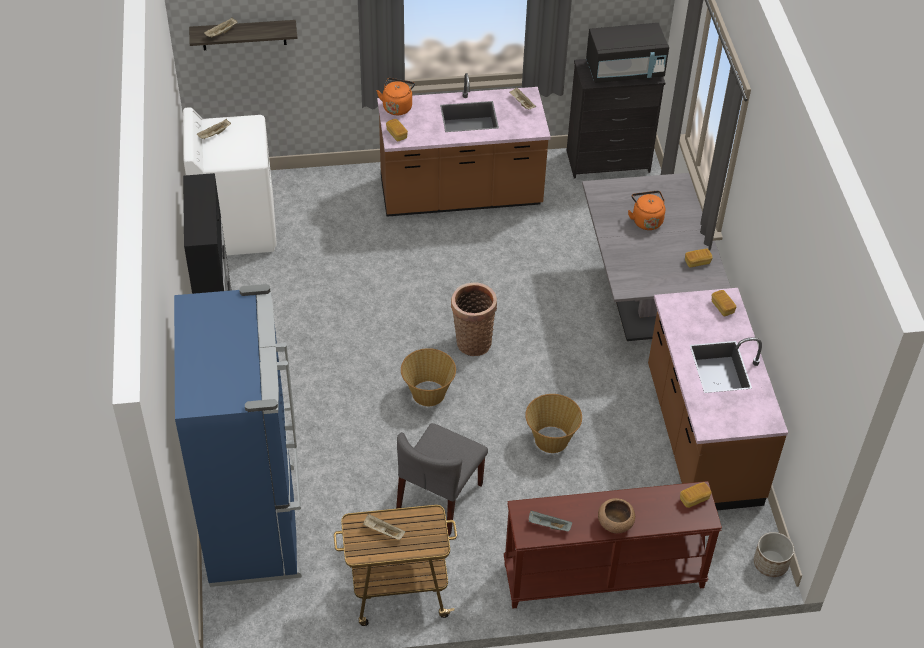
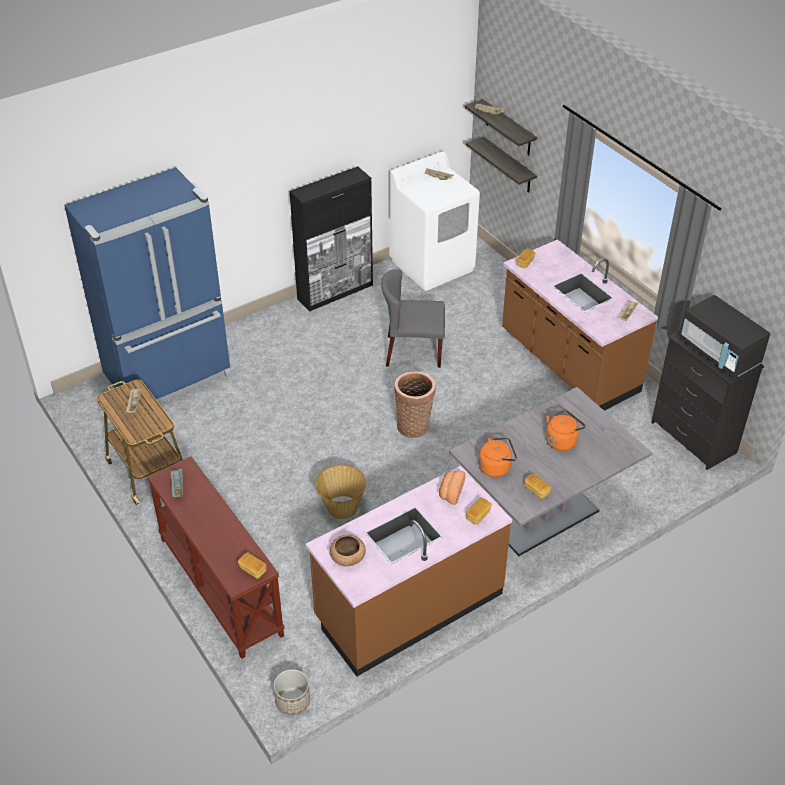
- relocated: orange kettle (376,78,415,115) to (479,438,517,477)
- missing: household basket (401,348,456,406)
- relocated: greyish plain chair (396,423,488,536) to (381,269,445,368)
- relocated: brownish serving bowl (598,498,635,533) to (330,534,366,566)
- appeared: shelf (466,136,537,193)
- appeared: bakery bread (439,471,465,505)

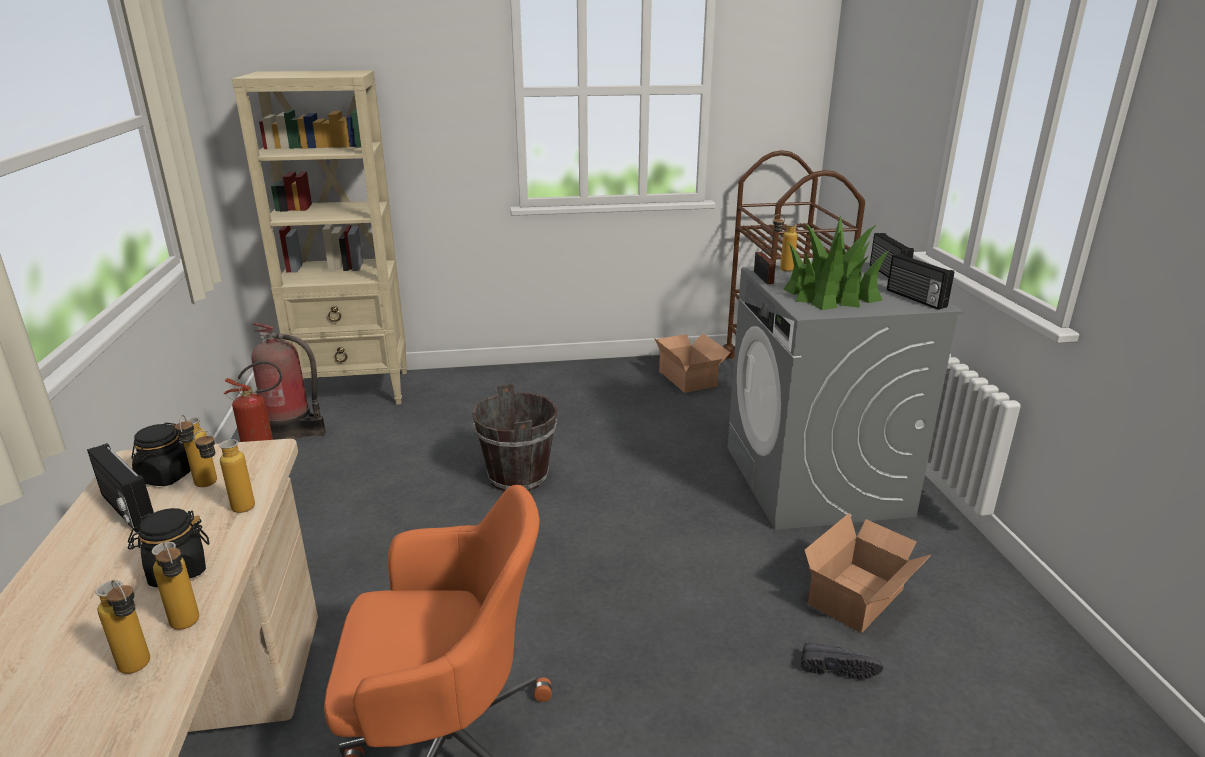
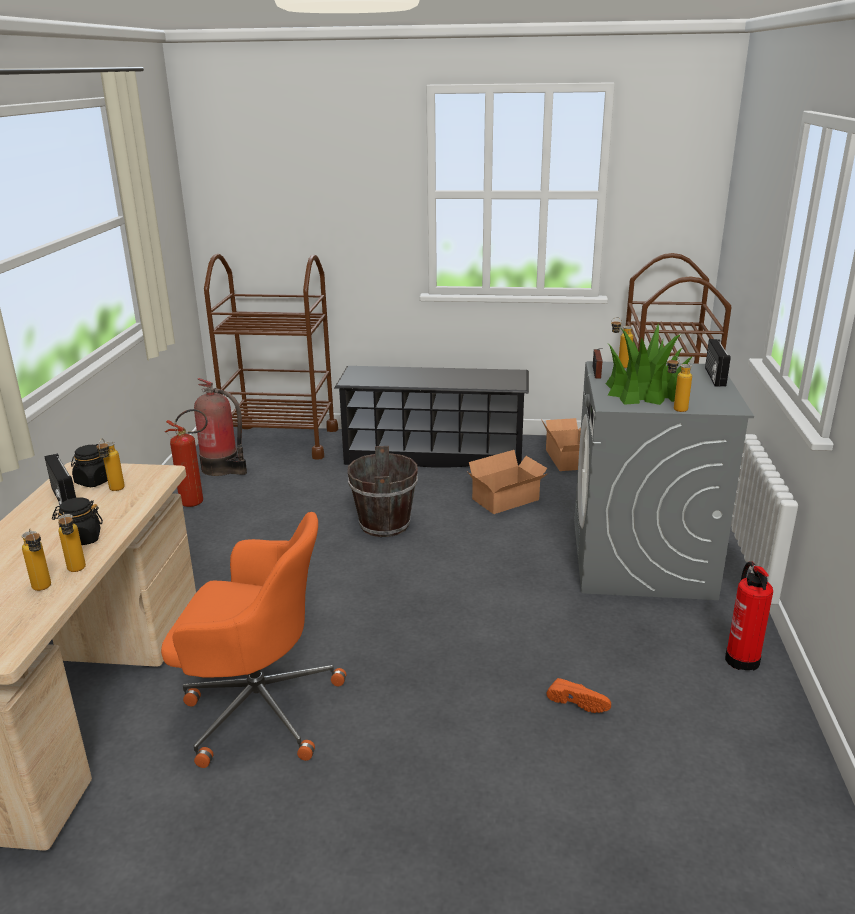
- exchanged: beige-coloured bookcase (232,70,407,405) to brownish wheeled cart (204,254,338,460)
- missing: radio receiver (887,254,954,310)
- relocated: beverage bottle (193,430,255,513) to (667,355,692,412)
- relocated: carton (804,513,932,633) to (468,450,549,514)
- colour: black-coloured low shoe (801,642,883,680) to orange low shoe (547,678,611,713)
- appeared: black-coloured shoe stand (334,366,529,467)
- appeared: fire extinguisher (725,561,773,670)

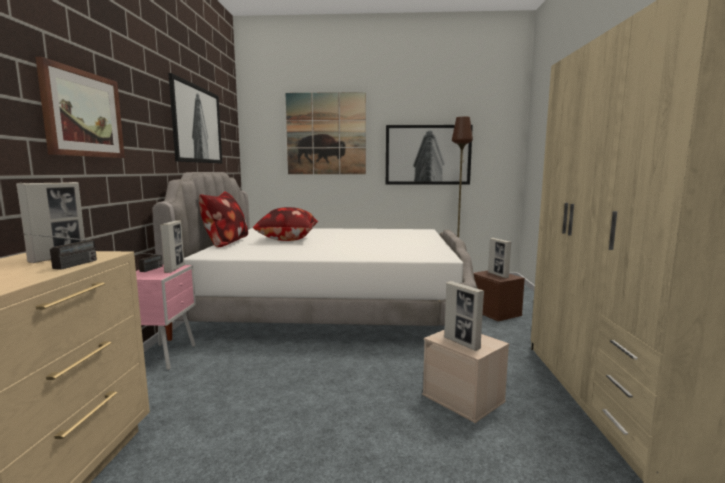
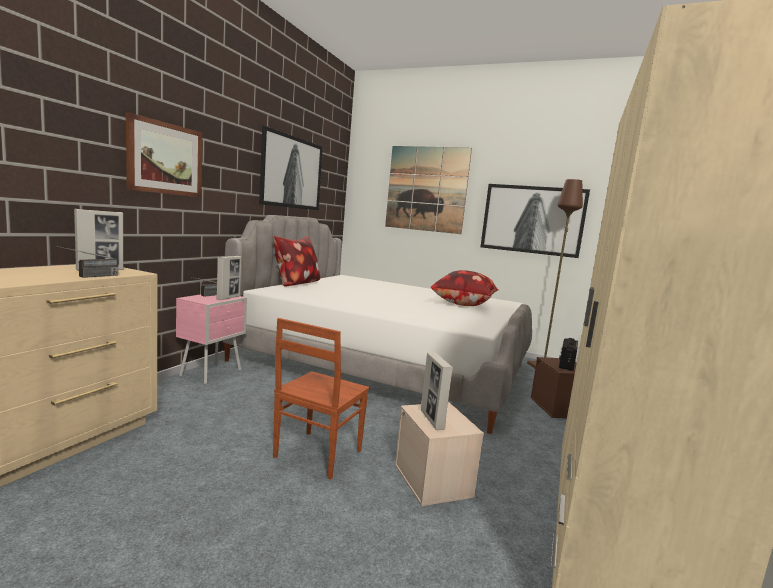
- relocated: pillow (253,207,319,241) to (431,270,498,306)
- exchanged: picture frame (488,238,511,278) to radio receiver (559,338,578,371)
- appeared: brownish plain chair (273,318,369,480)

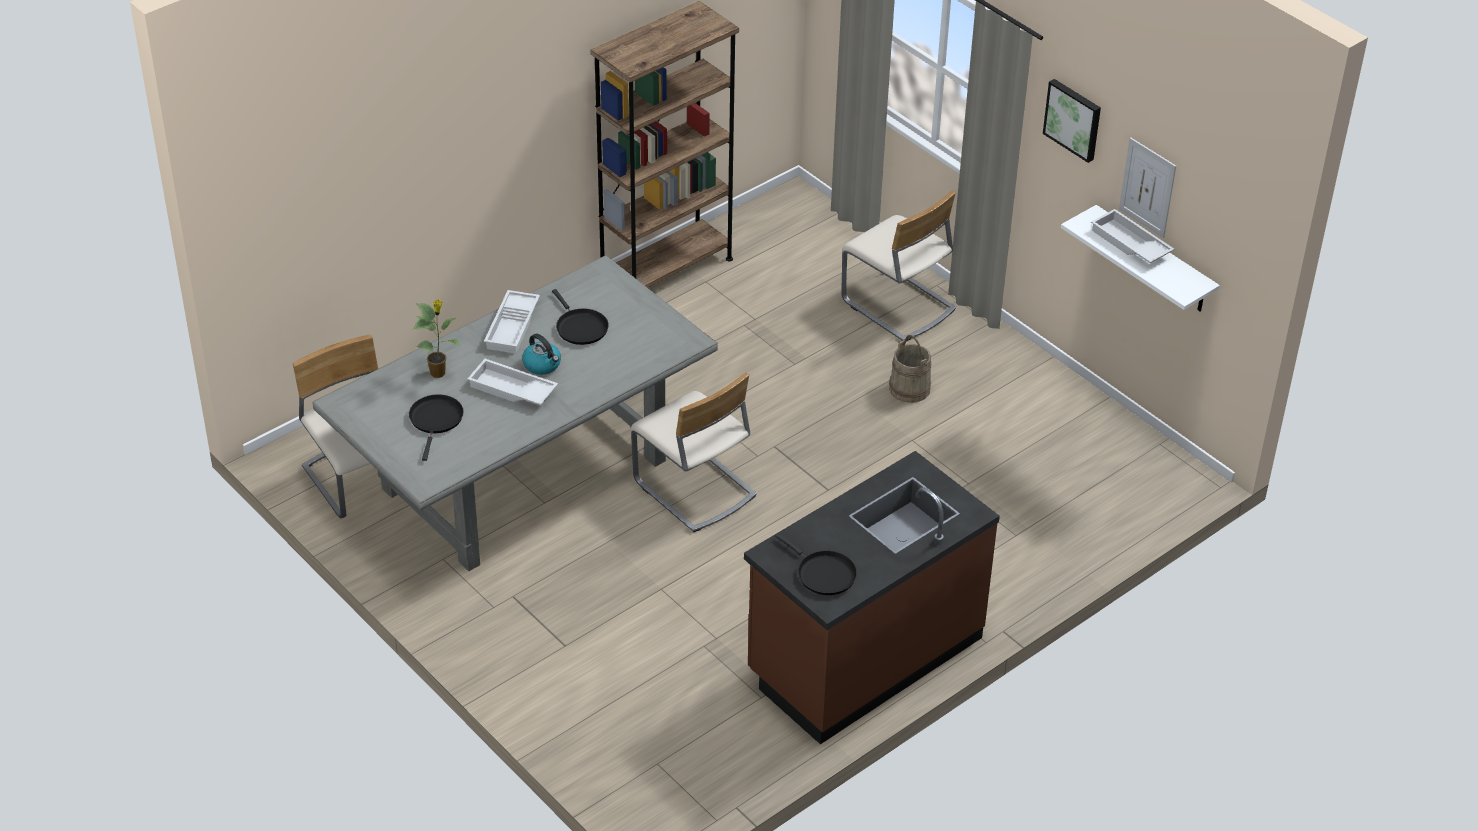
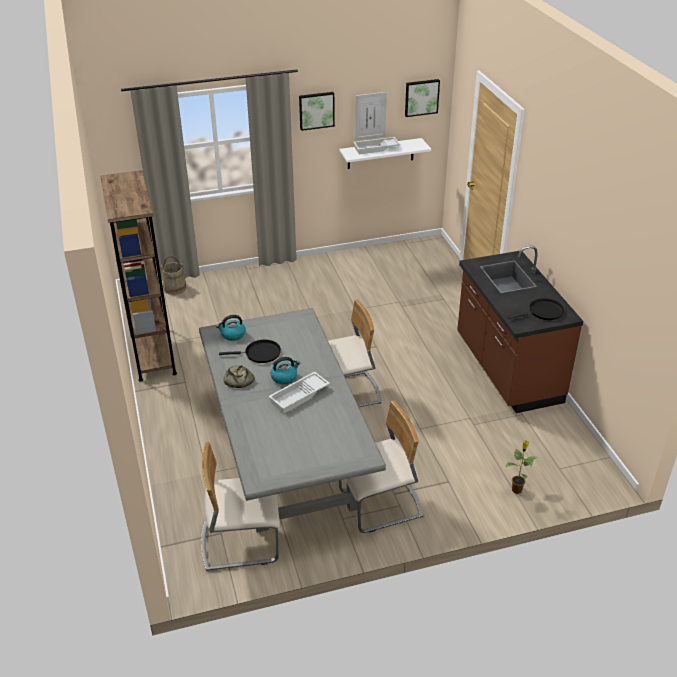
- relocated: beige-coloured plain chair (841,190,956,341) to (339,400,424,533)
- exchanged: white serving tray (484,290,540,354) to bakery bread (224,365,255,388)
- relocated: houseplant (413,300,459,378) to (506,440,537,494)
- relocated: beige-coloured pail (889,335,931,403) to (160,256,186,295)
- missing: black-coloured pan (409,394,464,461)
- appeared: wall art (405,79,440,117)
- appeared: kettle (216,315,246,341)

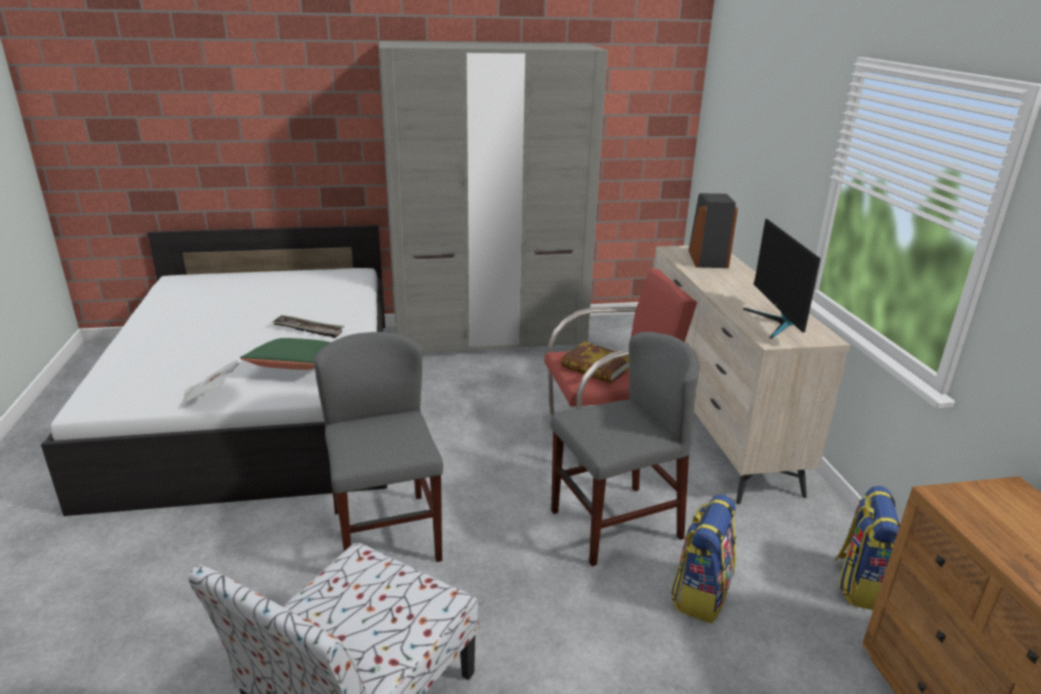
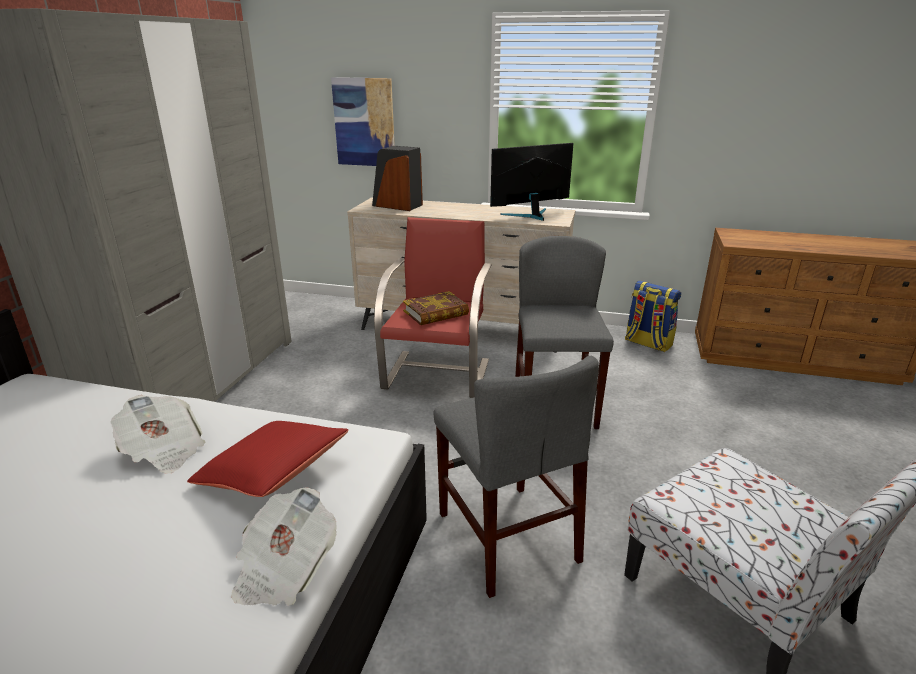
- spun: computer display (743,219,821,339) = (490,143,573,221) 135 degrees clockwise
- exchanged: serving tray (271,315,345,338) to printed paper (110,395,206,474)
- spun: greyish plain chair (314,332,443,562) = (434,356,599,598) 120 degrees counterclockwise
- colour: green-coloured pillow (240,338,331,370) to red pillow (187,421,349,497)
- missing: rucksack (671,495,736,623)
- appeared: wall art (331,77,395,166)

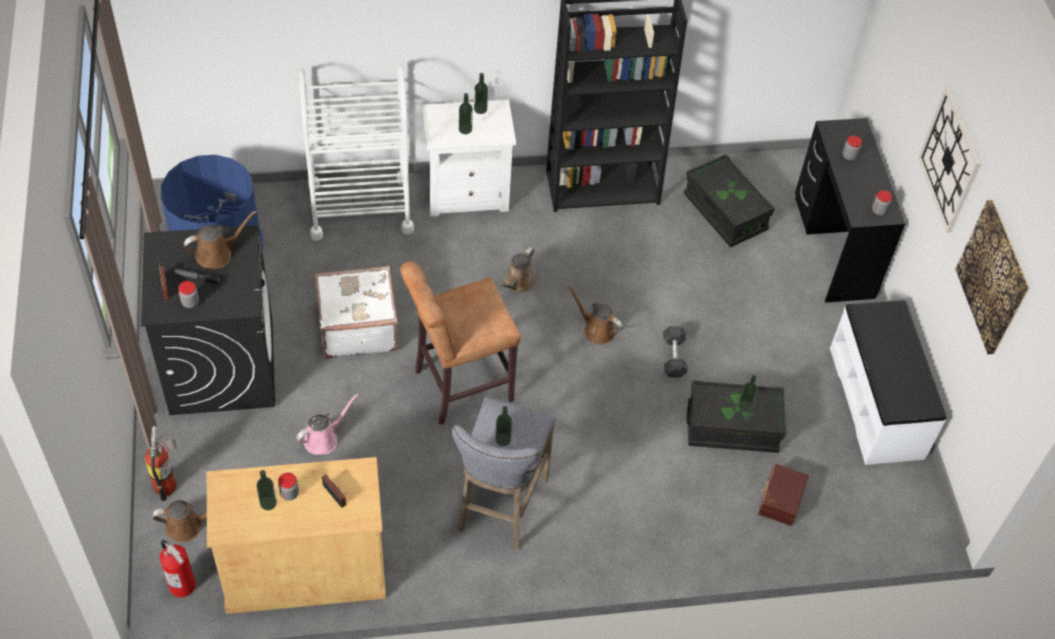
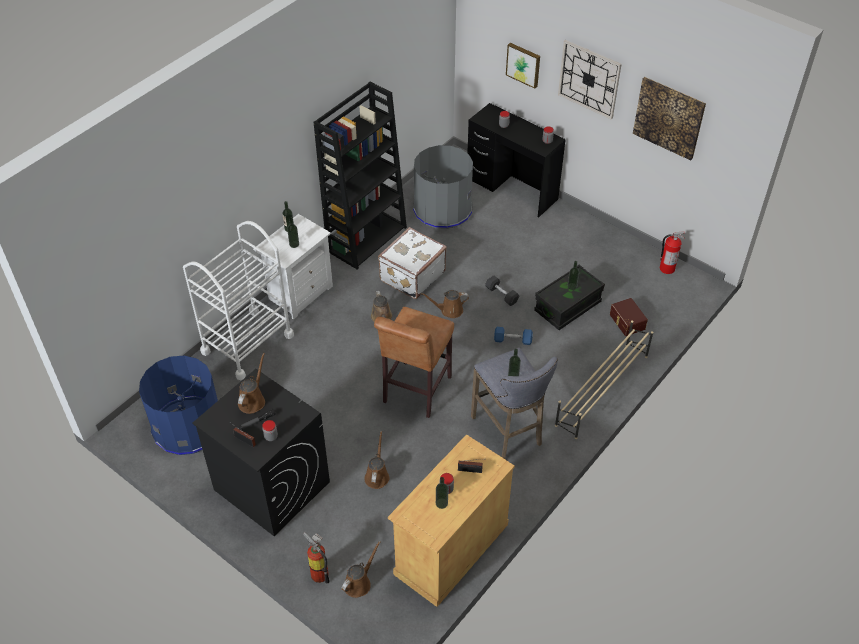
- exchanged: black-coloured storage box (684,154,775,247) to greyish waste bin (413,145,473,229)
- relocated: white piece of luggage (314,266,398,359) to (378,227,447,299)
- missing: white bench (830,300,946,465)
- colour: pink-coloured sprinkling can (297,394,358,455) to brownish sprinkling can (364,431,389,489)
- relocated: fire extinguisher (160,540,196,597) to (660,231,685,274)
- appeared: wall art (506,43,540,89)
- appeared: beige-coloured shoe stand (555,320,653,439)
- appeared: bluish dumbbell (494,327,533,345)

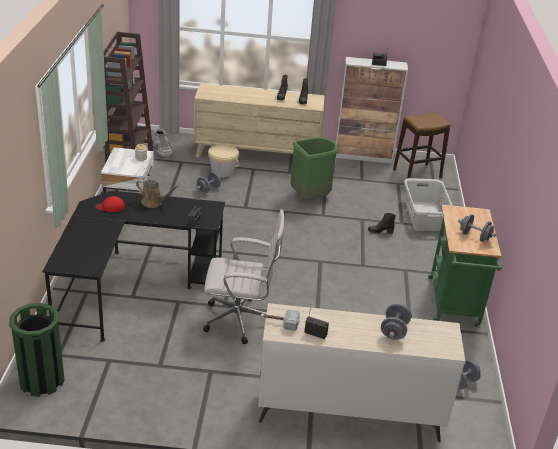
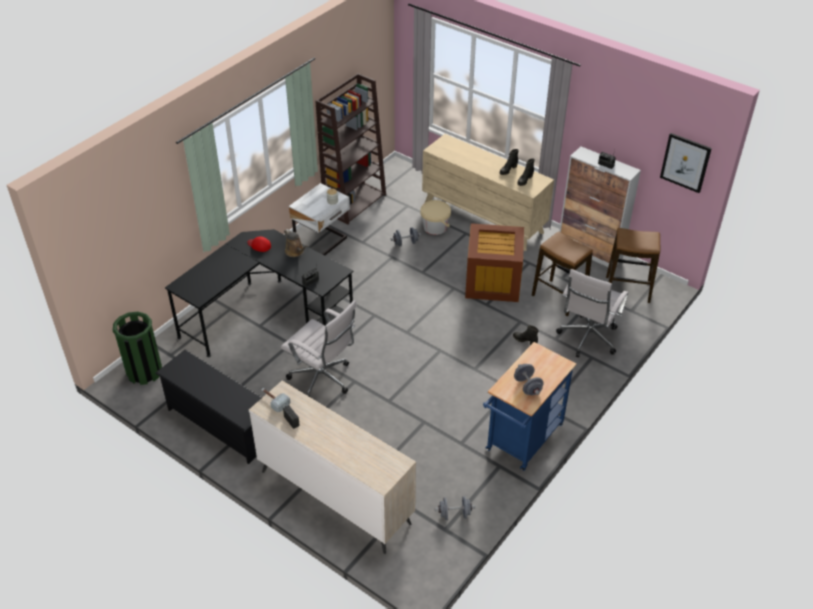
- missing: greyish boot (153,129,173,158)
- exchanged: green-coloured waste bin (291,137,338,200) to brownish storage box (465,223,524,302)
- exchanged: greyish washing basket (404,178,453,230) to white desk chair (556,269,628,357)
- colour: green-coloured wheeled cart (428,205,502,327) to bluish wheeled cart (483,342,577,471)
- missing: greyish dumbbell (381,304,412,340)
- appeared: wall art (660,133,712,193)
- appeared: stool (532,231,593,317)
- appeared: black-coloured shoe stand (155,350,262,464)

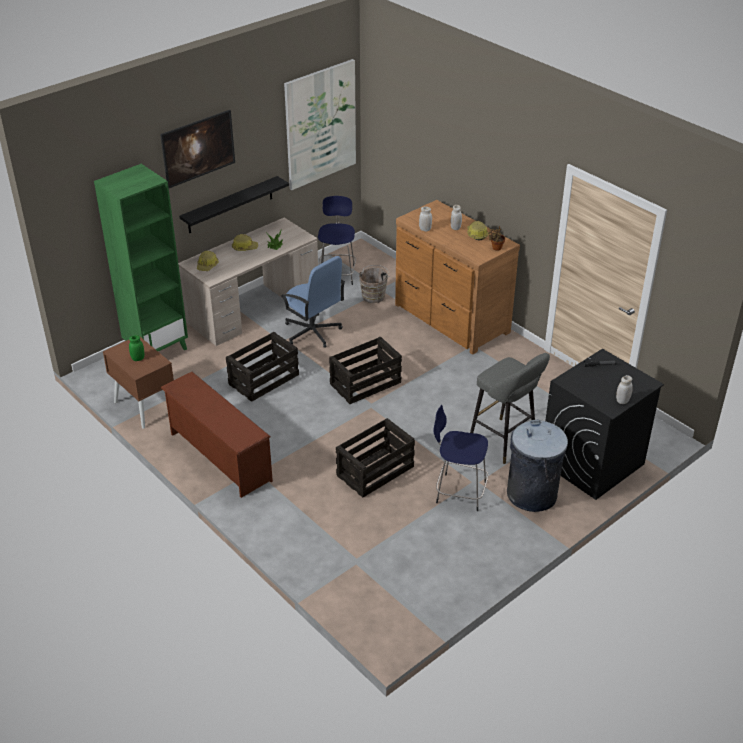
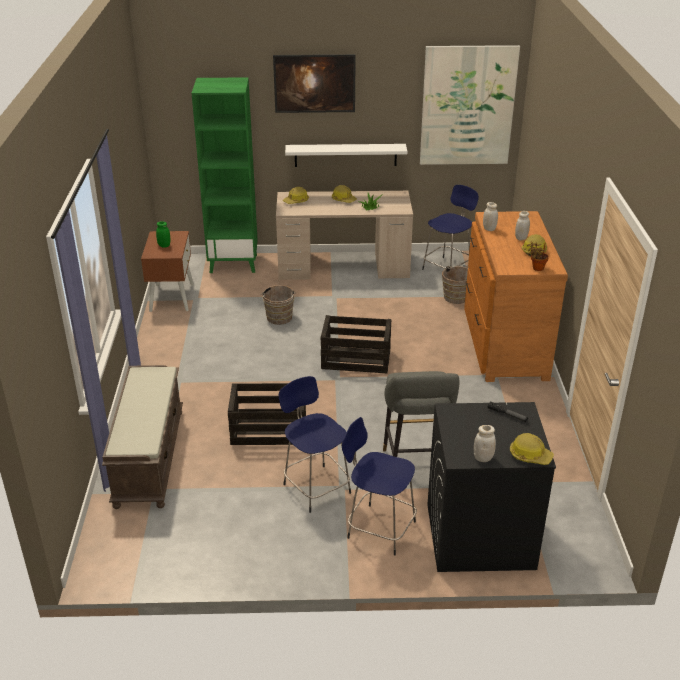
- colour: black-coloured shelf (179,176,289,233) to white shelf (285,144,407,167)
- missing: bluish desk chair (281,256,345,348)
- exchanged: shipping crate (226,332,299,402) to brownish pail (260,285,296,325)
- missing: brownish shoe stand (160,372,273,498)
- exchanged: greyish waste bin (507,420,568,512) to bluish stool (342,417,417,556)
- appeared: brownish bench (102,365,183,509)
- appeared: safety helmet (510,433,554,465)

